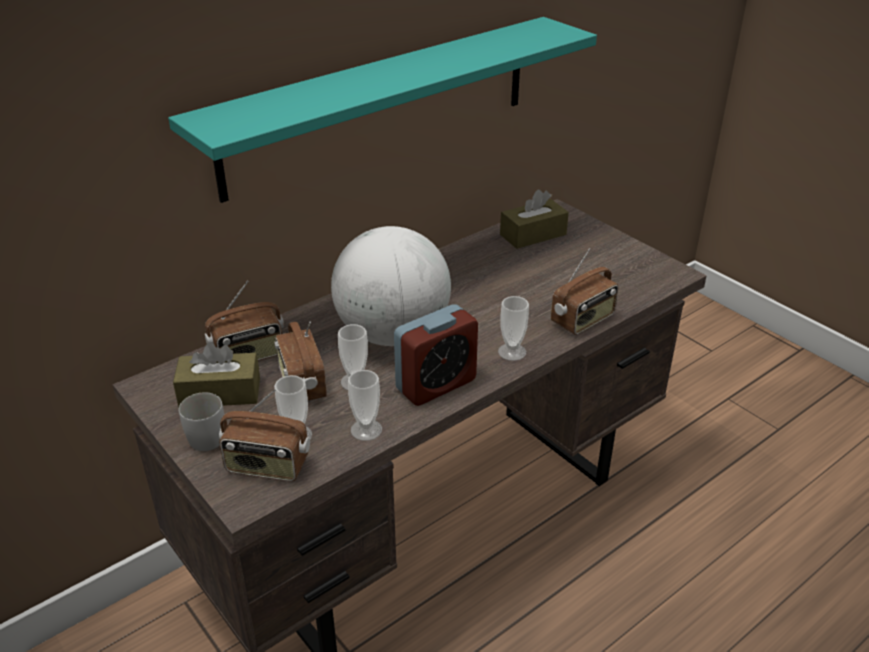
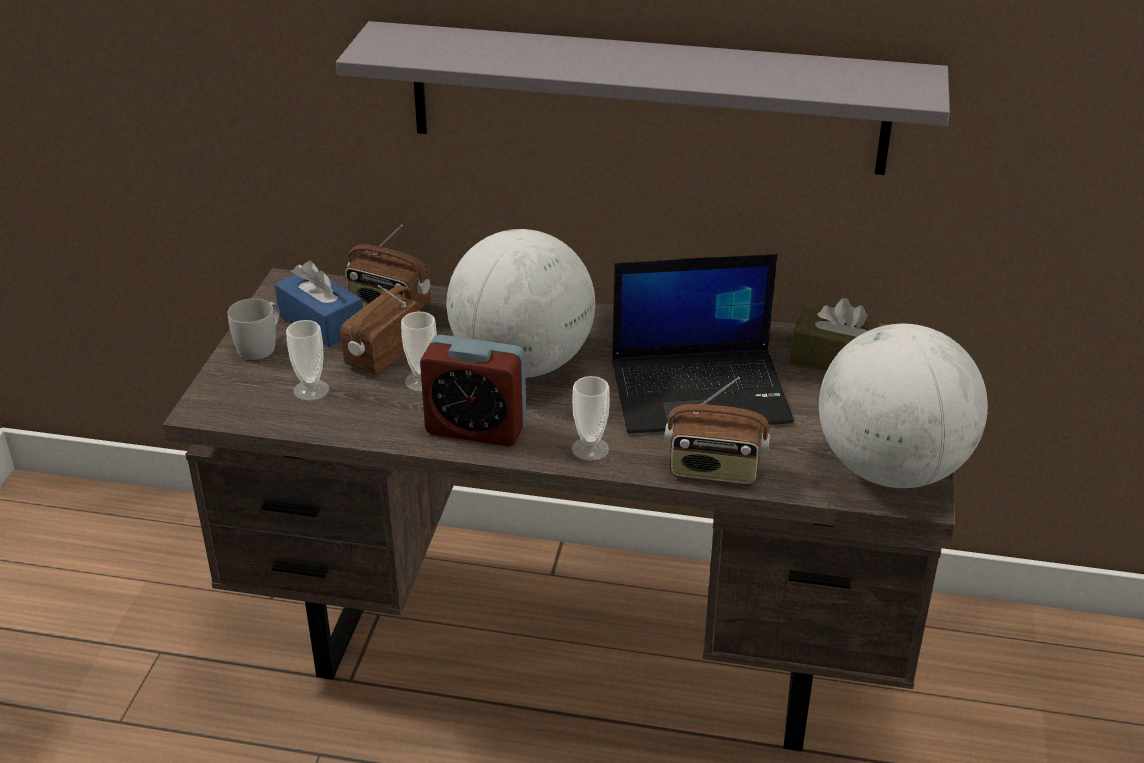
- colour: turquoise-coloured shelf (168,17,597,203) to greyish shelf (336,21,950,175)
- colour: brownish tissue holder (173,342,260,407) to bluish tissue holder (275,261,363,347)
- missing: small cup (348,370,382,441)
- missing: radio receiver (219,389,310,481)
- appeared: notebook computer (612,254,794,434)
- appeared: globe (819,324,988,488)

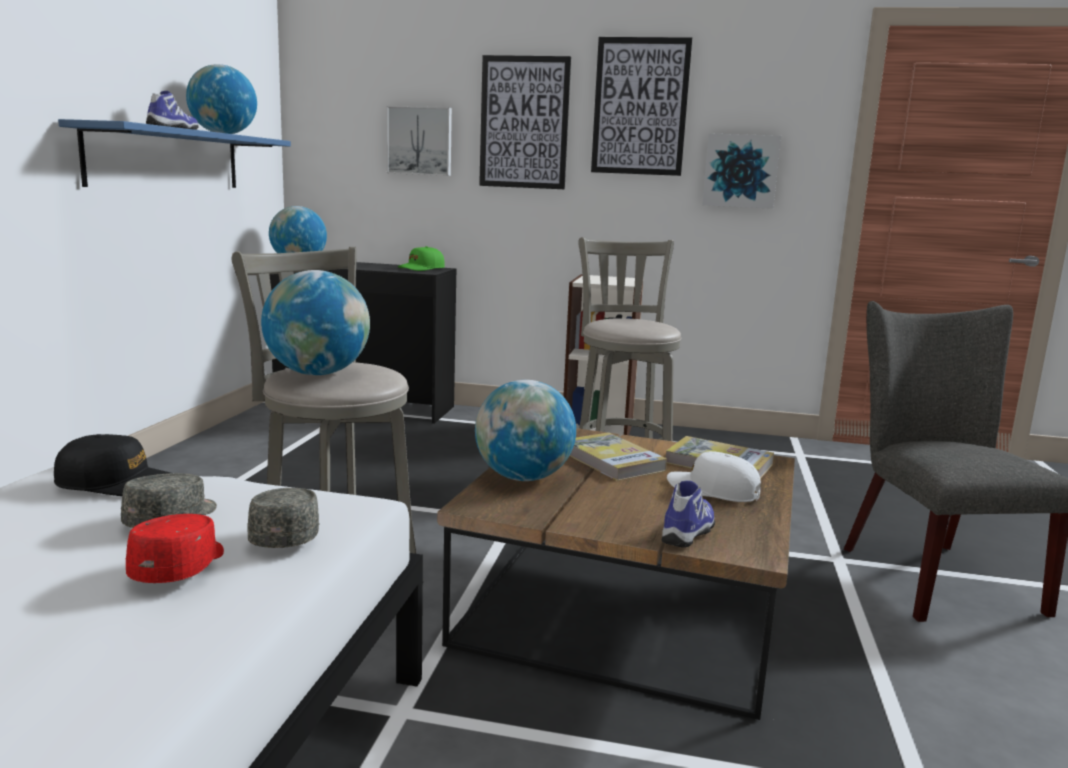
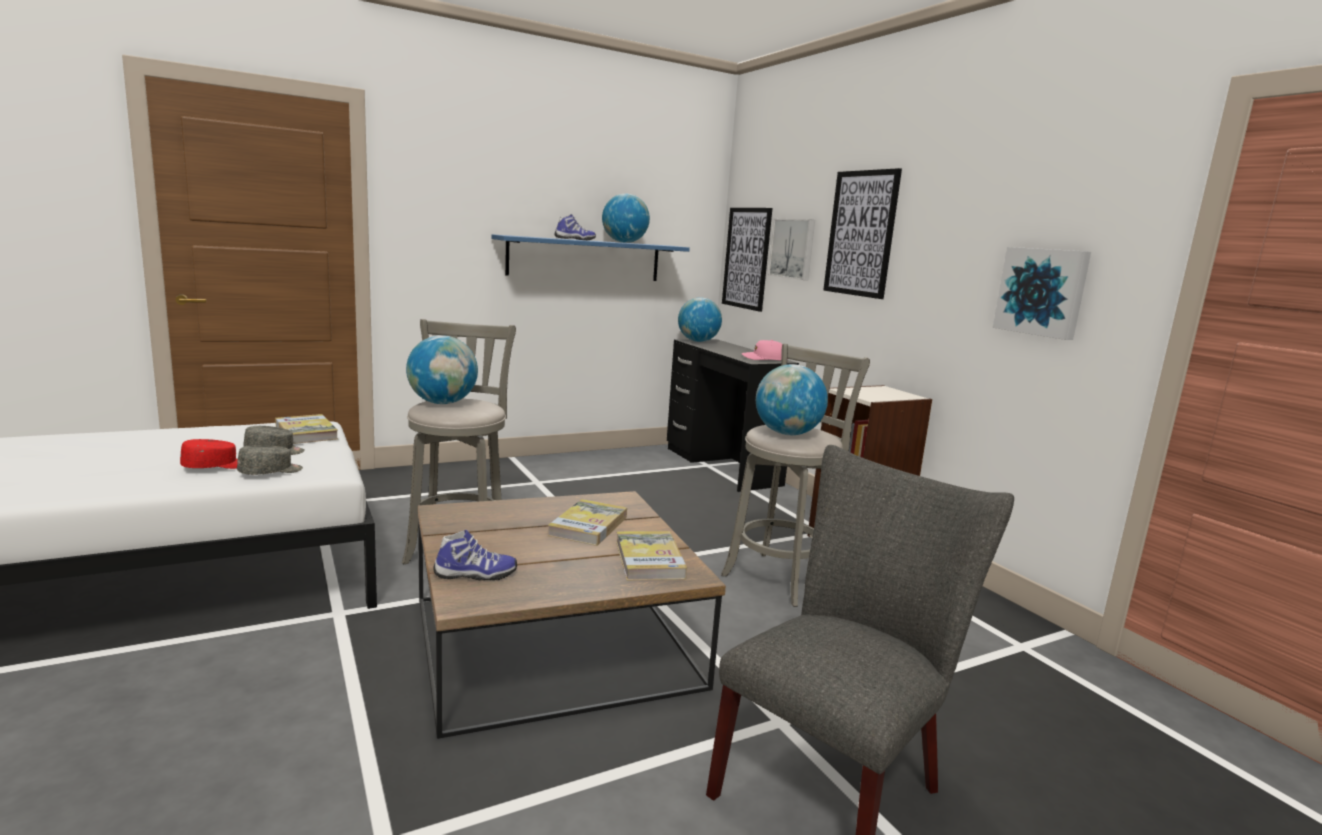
- relocated: wall art (591,37,692,176) to (722,208,773,312)
- colour: green-coloured cap (398,246,445,271) to pink-coloured cap (742,340,788,360)
- relocated: globe (475,380,576,481) to (756,364,828,435)
- exchanged: black-coloured cap (54,434,171,496) to volume (275,414,338,444)
- missing: white cap (667,451,761,502)

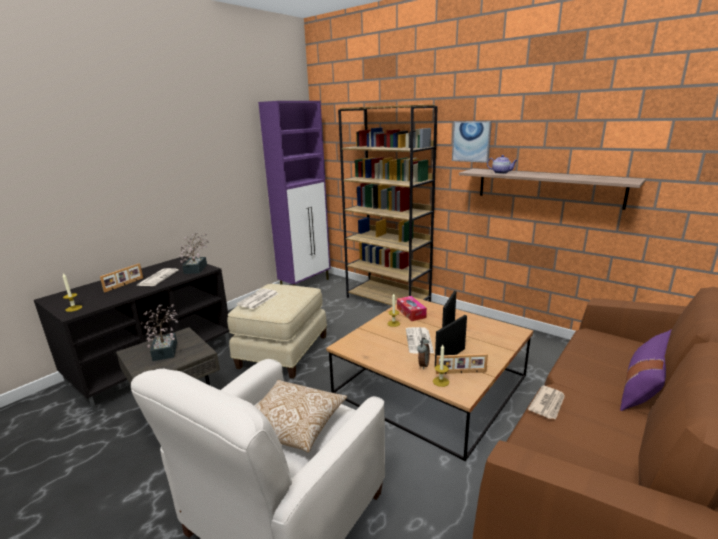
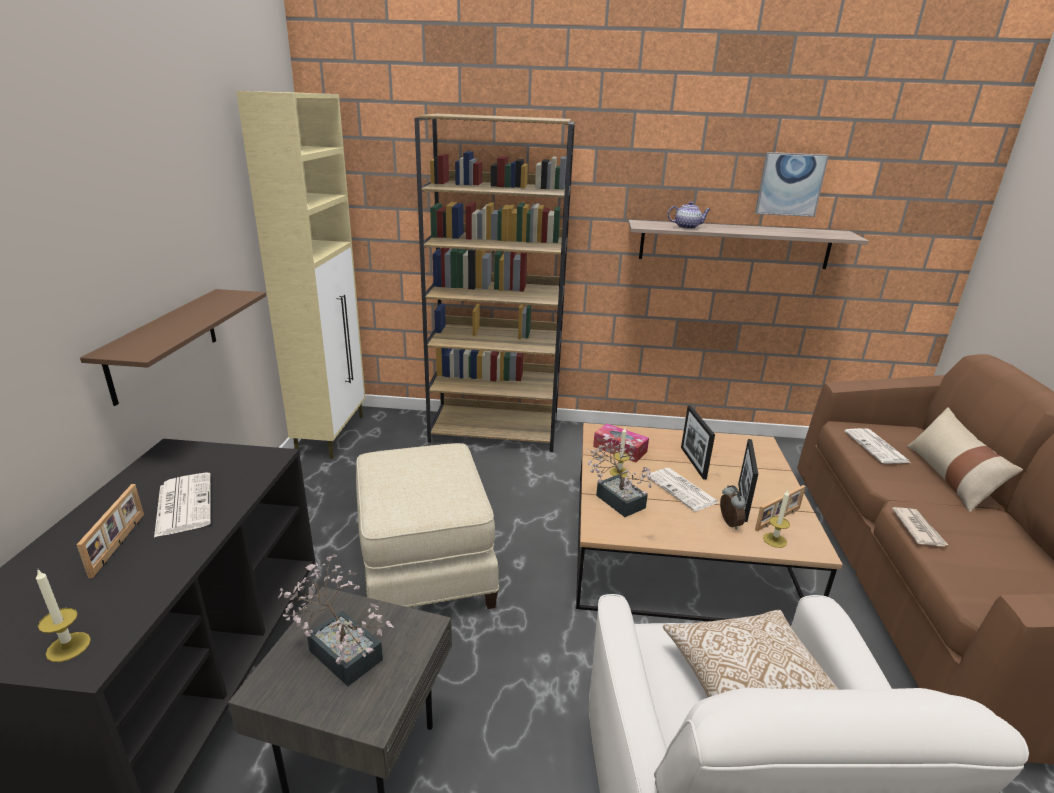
- colour: purple storage cabinet (258,101,330,286) to beige-coloured storage cabinet (236,91,365,459)
- relocated: wall art (452,121,492,163) to (755,152,829,217)
- relocated: houseplant (179,233,209,274) to (587,434,659,517)
- relocated: printed paper (236,288,279,309) to (844,428,911,464)
- colour: purple pillow (620,329,672,411) to beige-coloured pillow (907,407,1023,512)
- appeared: brownish shelf (80,289,266,406)

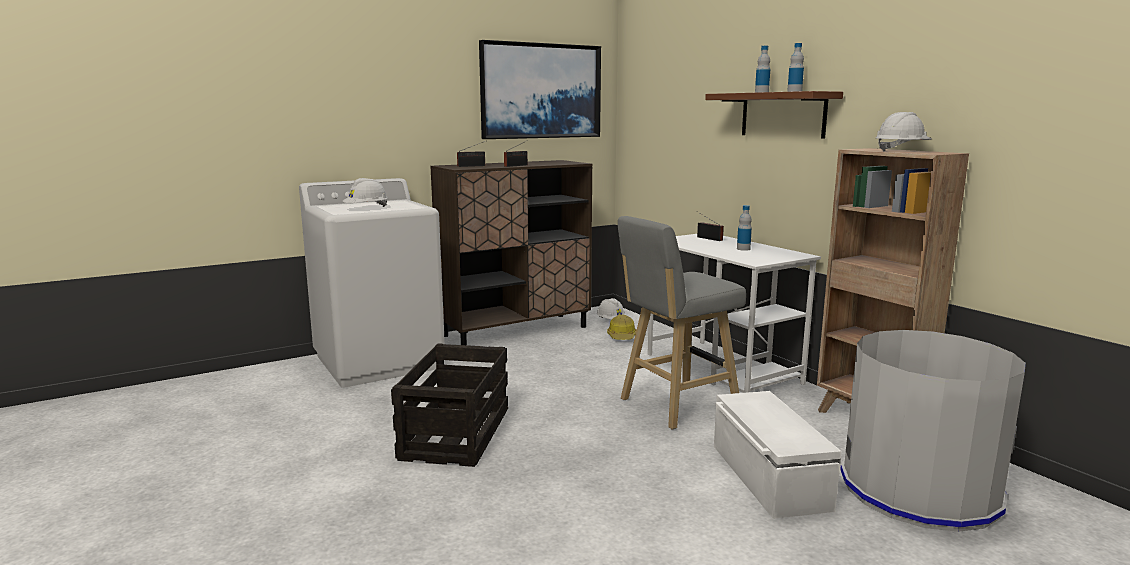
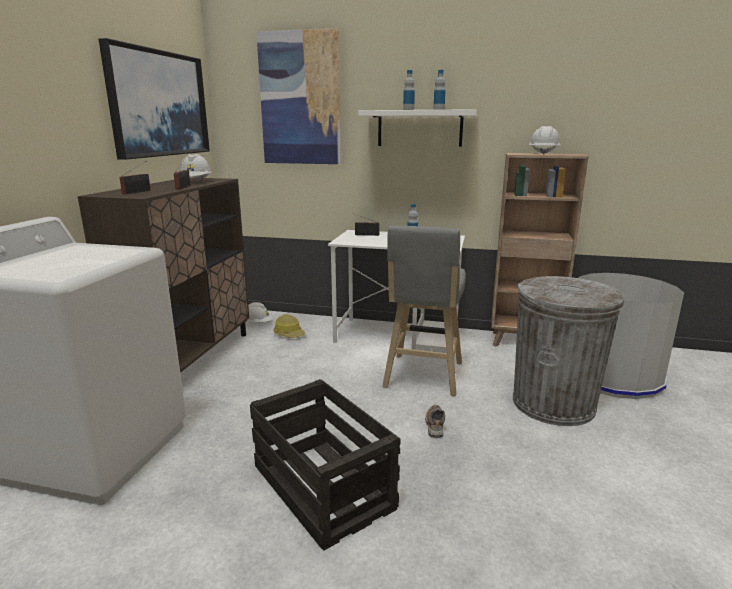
- colour: brownish shelf (705,91,843,139) to white shelf (359,109,477,147)
- relocated: white safety helmet (343,178,388,207) to (180,154,212,180)
- exchanged: white storage box (714,391,842,519) to greyish waste bin (513,276,624,426)
- appeared: wall art (256,28,341,164)
- appeared: low shoe (425,405,445,438)

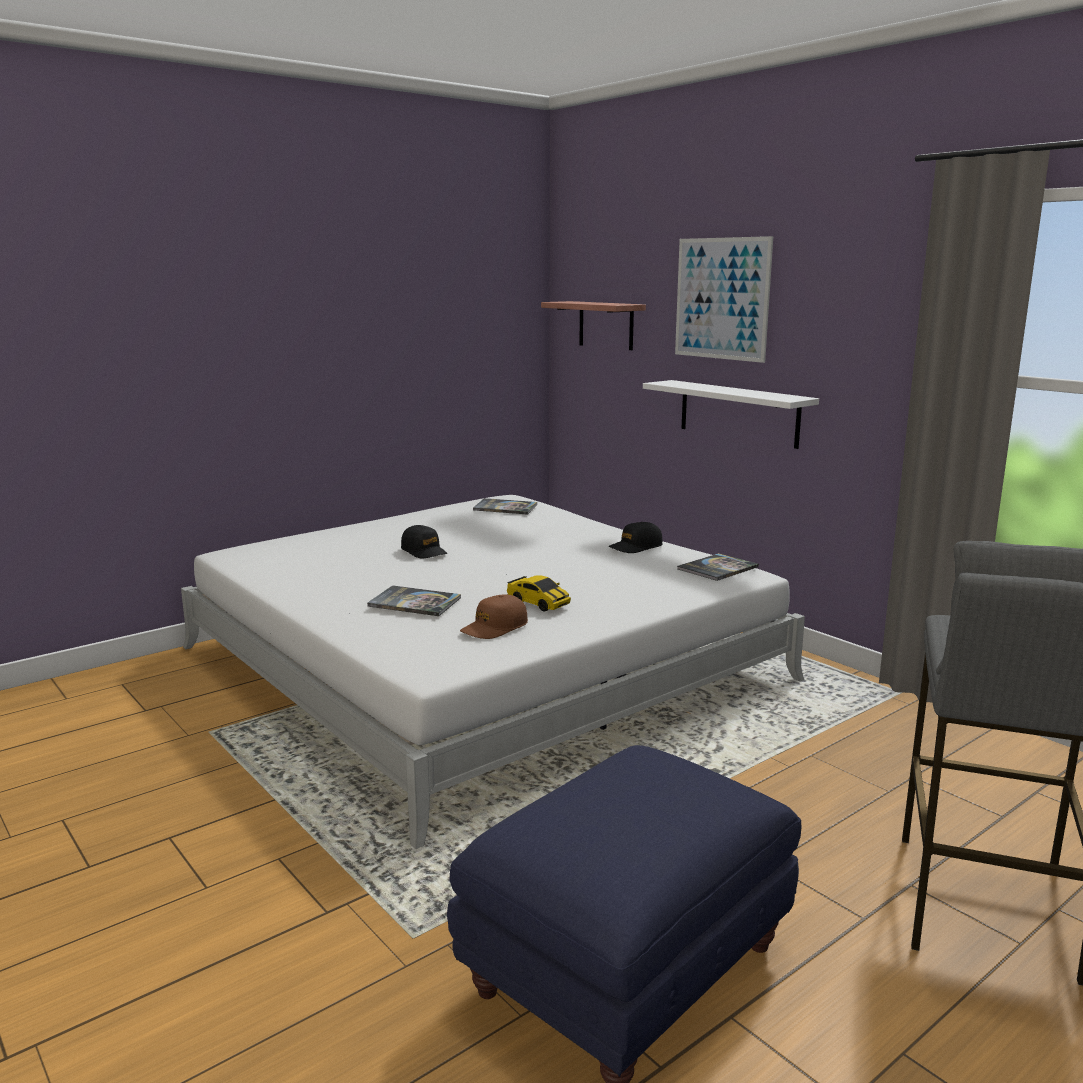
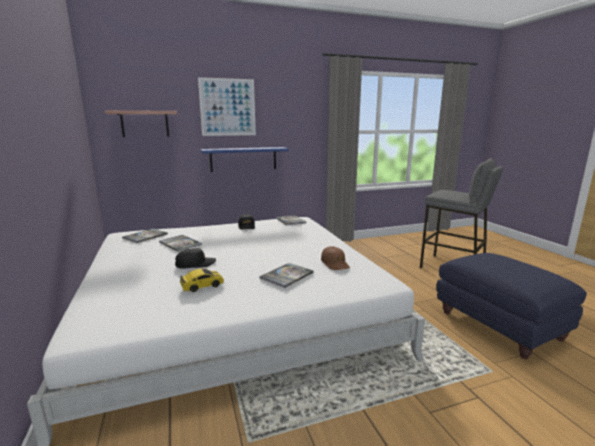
- colour: white shelf (643,380,819,449) to bluish shelf (200,147,289,172)
- relocated: miniature car (507,575,571,611) to (180,269,224,292)
- appeared: volume (159,235,202,252)

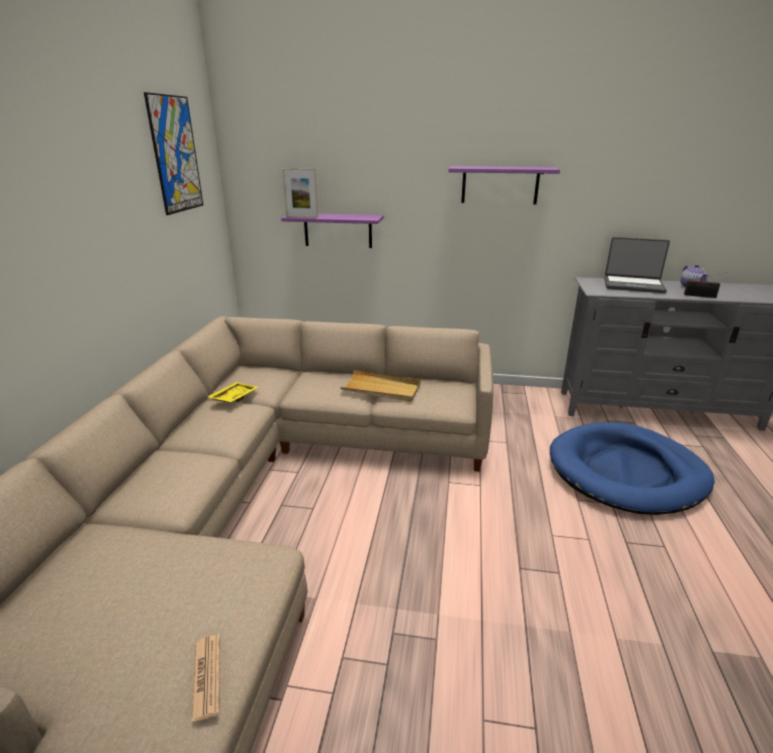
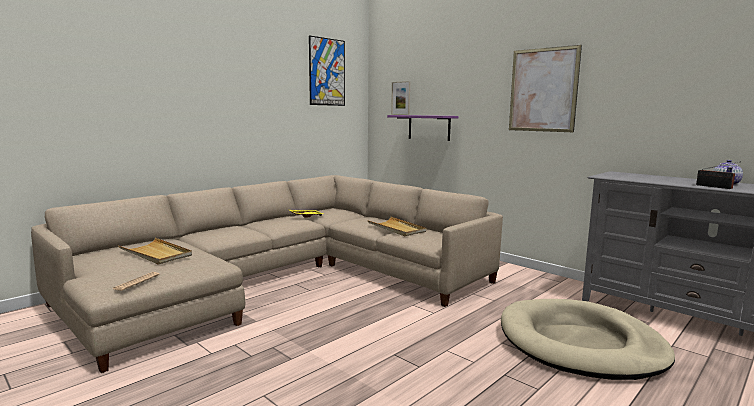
- exchanged: purple shelf (449,166,560,205) to wall art (509,45,582,132)
- missing: notebook computer (604,237,670,293)
- colour: bluish dog cushion (550,422,715,515) to beige-coloured dog cushion (501,299,675,380)
- appeared: beige-coloured serving tray (118,238,192,265)

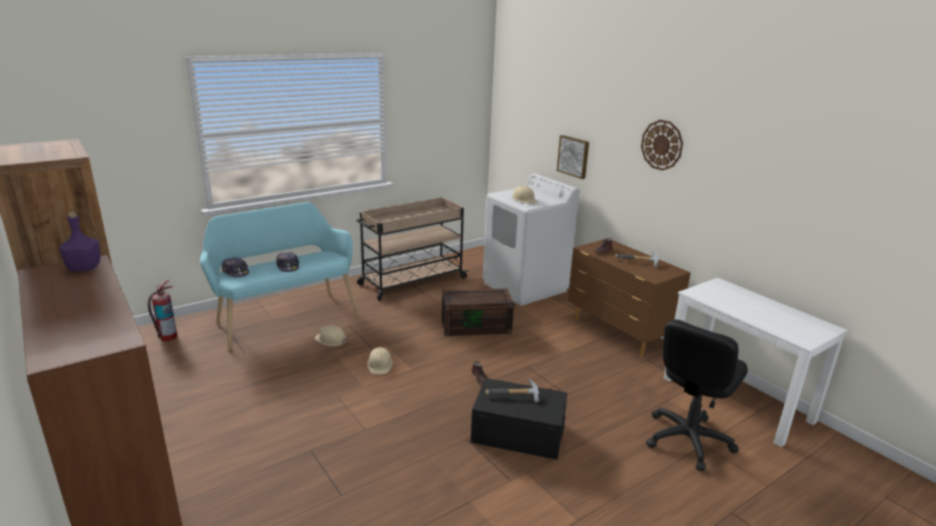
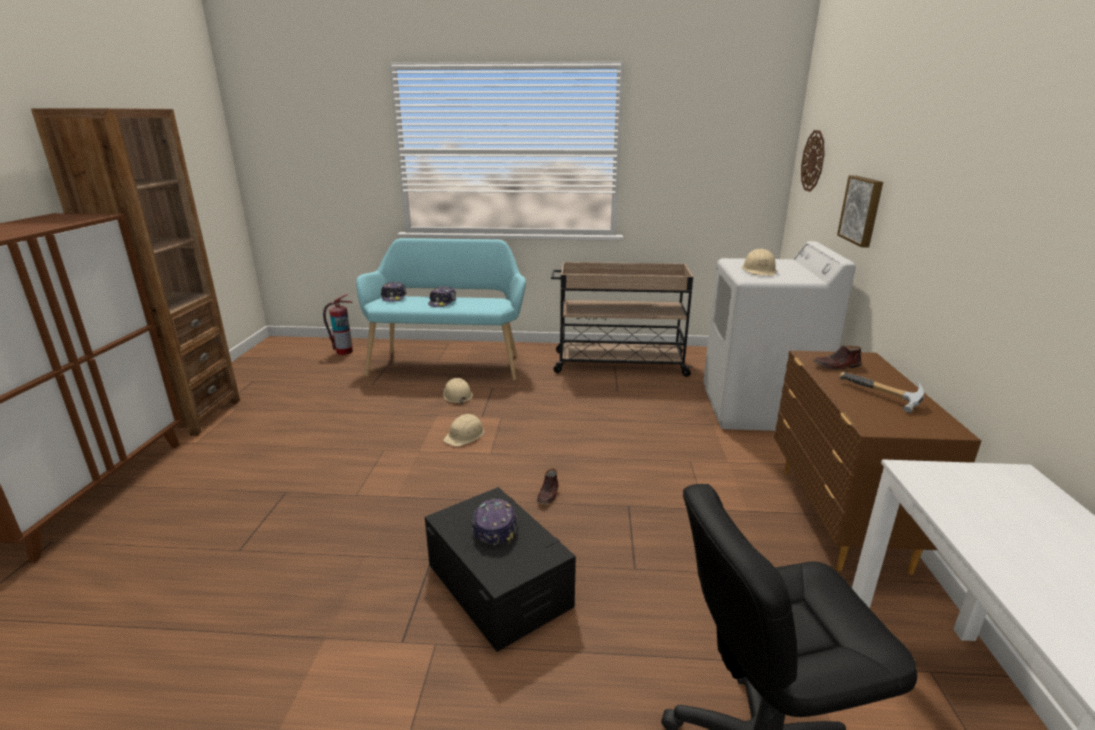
- relocated: wall clock (641,120,683,171) to (801,130,824,192)
- missing: purple beverage bottle (59,211,101,272)
- missing: brownish storage box (442,289,514,336)
- exchanged: tool hammer (486,379,540,402) to cap (472,498,517,545)

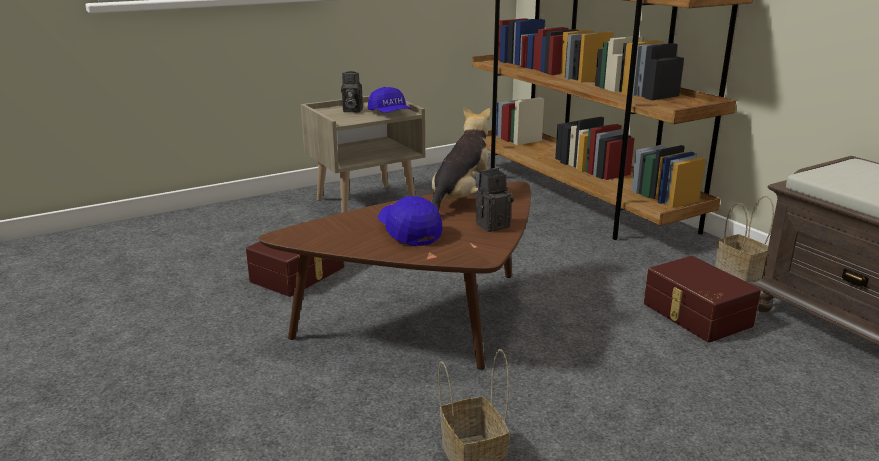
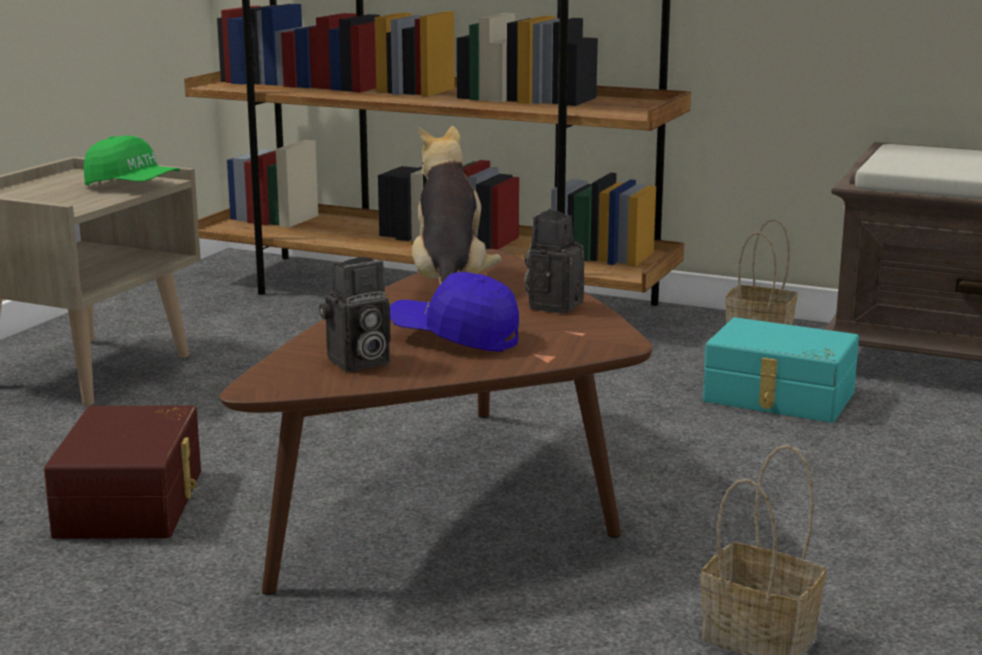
- relocated: still camera (341,71,363,112) to (319,257,390,372)
- colour: bluish cap (368,87,411,113) to green-coloured cap (84,135,180,185)
- colour: brownish storage box (644,256,761,343) to turquoise-coloured storage box (703,317,859,423)

